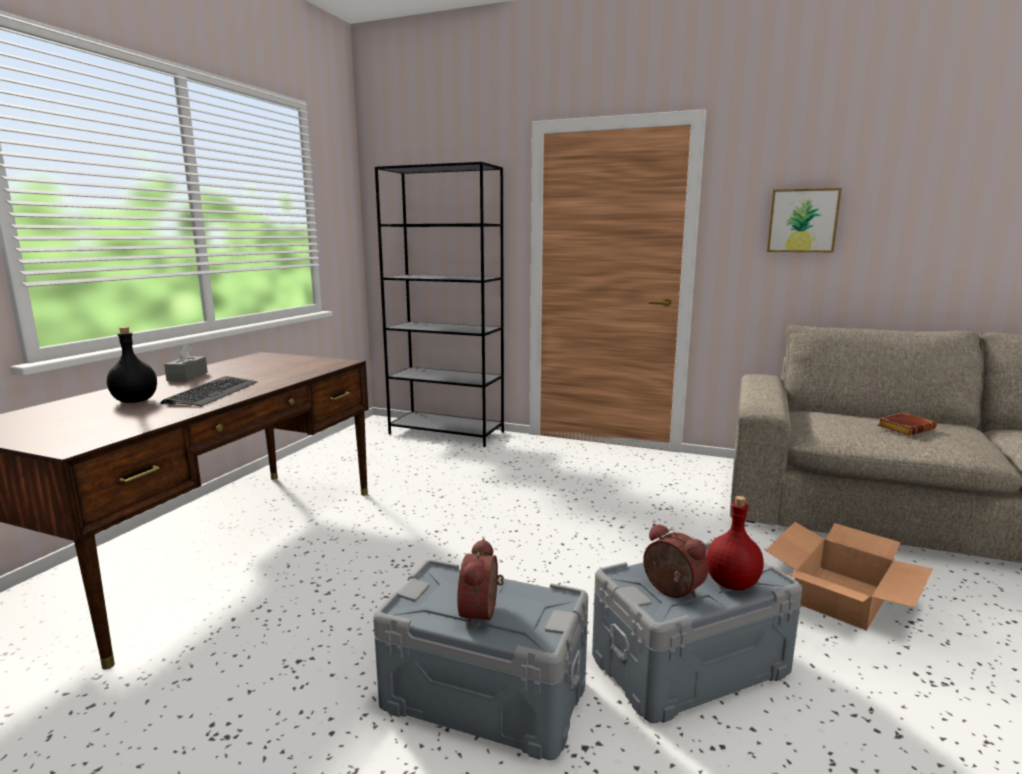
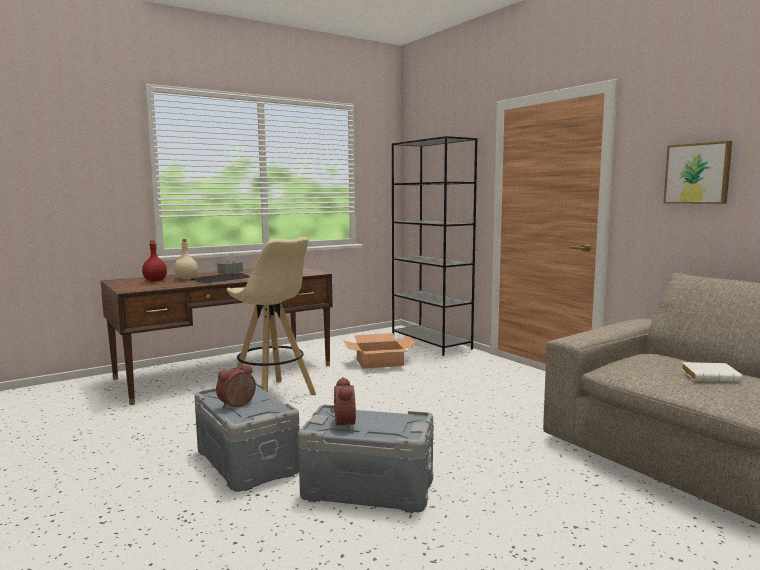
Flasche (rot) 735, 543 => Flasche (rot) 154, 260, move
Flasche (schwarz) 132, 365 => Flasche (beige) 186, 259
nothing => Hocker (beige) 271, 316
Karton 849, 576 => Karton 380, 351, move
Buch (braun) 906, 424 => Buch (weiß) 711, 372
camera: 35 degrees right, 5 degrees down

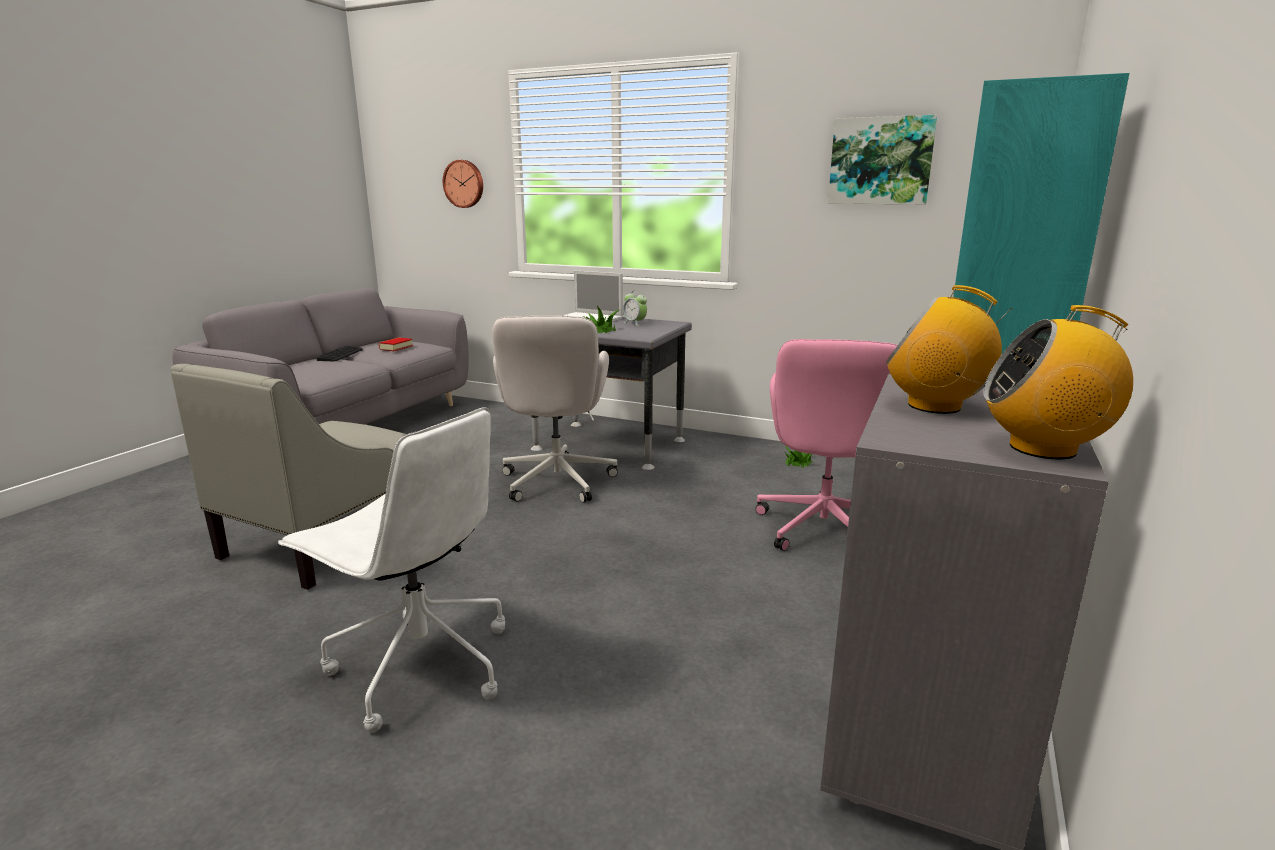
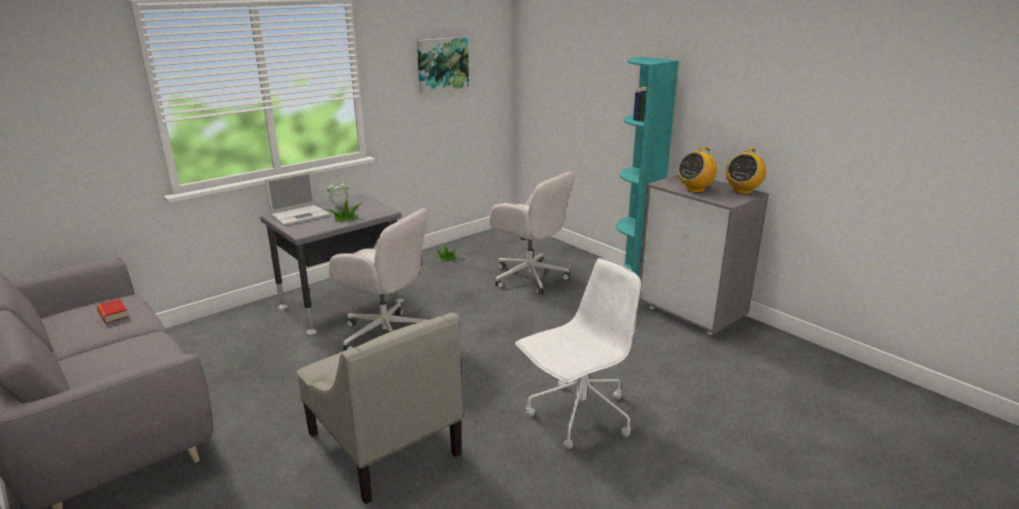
Bürostuhl (rosa) 827, 445 => Bürostuhl (weiß) 532, 233
Tastatur 340, 353 => nothing
Wanduhr 463, 184 => nothing
camera: 65 degrees left, 5 degrees up

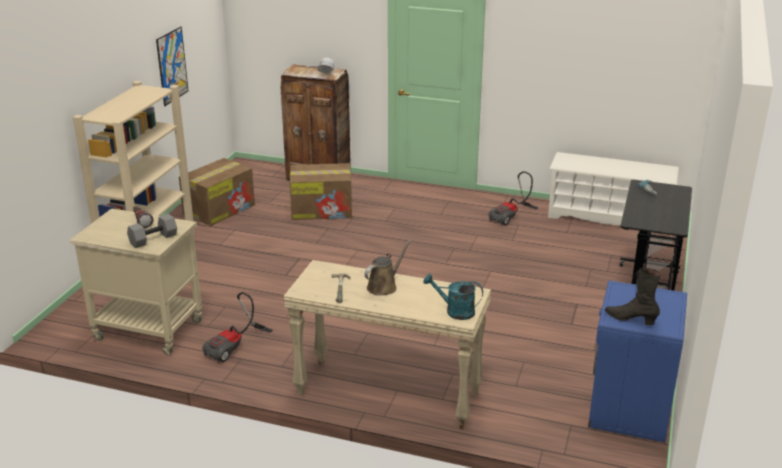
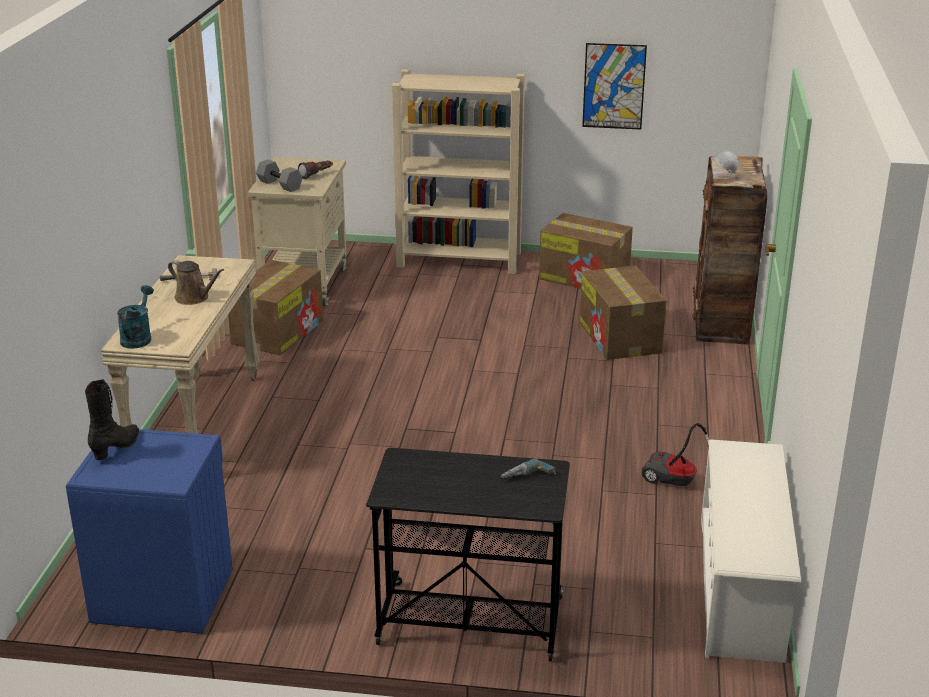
Staubsauger 237, 327 => Karton 275, 307
camera: 80 degrees right, 0 degrees up

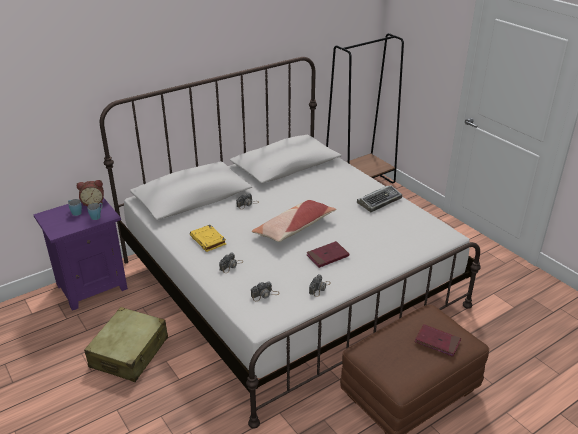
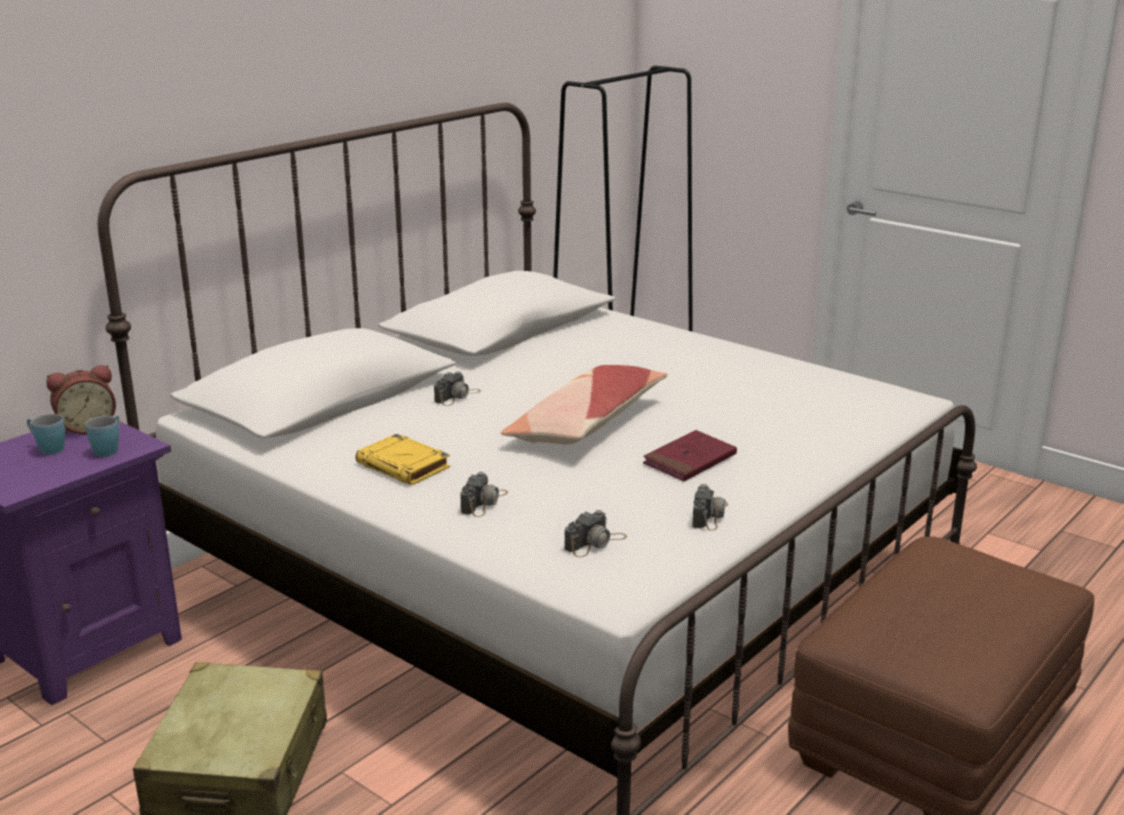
Tastatur 379, 198 => nothing
Buch (rot) 437, 340 => nothing
camera: 15 degrees left, 10 degrees down

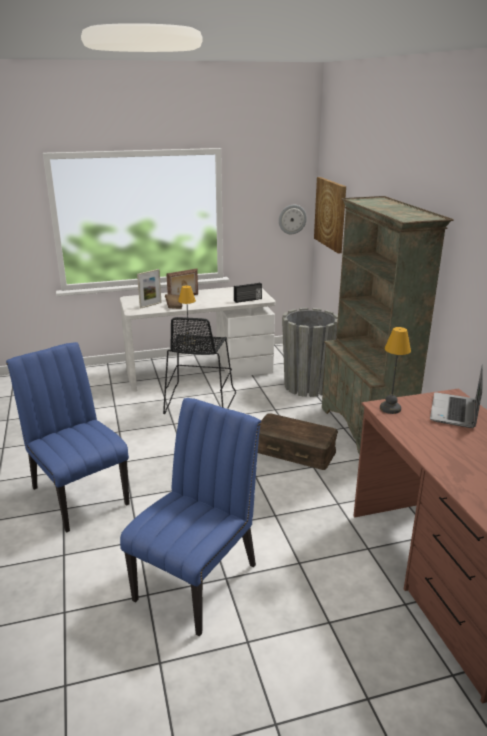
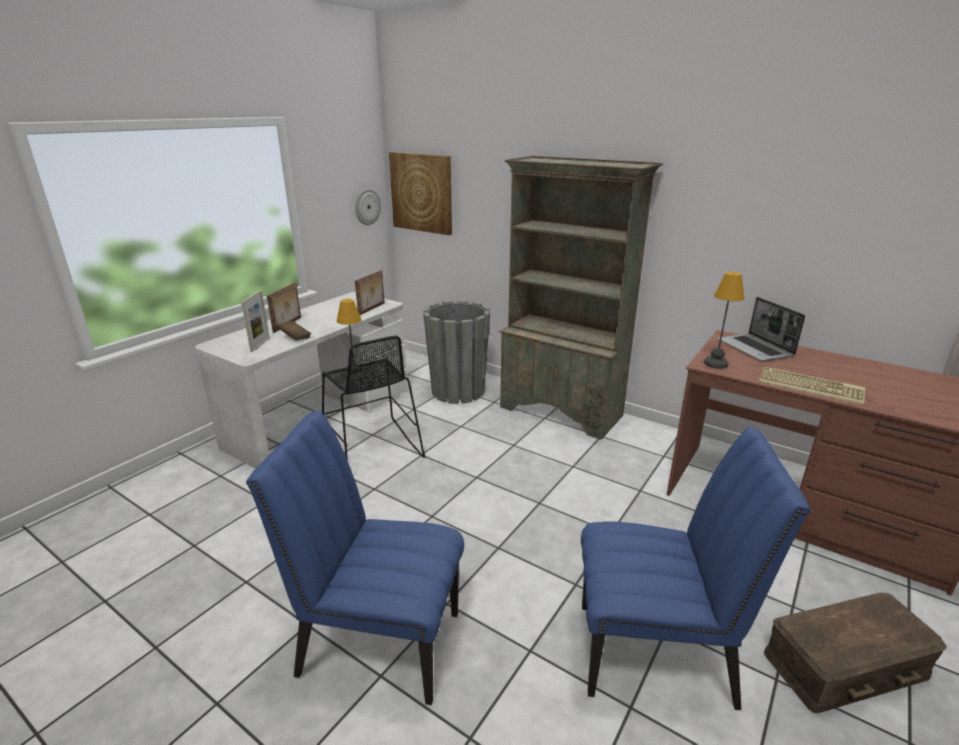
Radio 248, 292 => Bilderrahmen 370, 292
Stuhl (blau) 190, 517 => Stuhl (blau) 696, 568, 105 degrees clockwise
nothing => Tastatur 812, 386
Aufbewahrungsbox (braun) 298, 441 => Aufbewahrungsbox (braun) 855, 653, move
camera: 40 degrees left, 0 degrees up

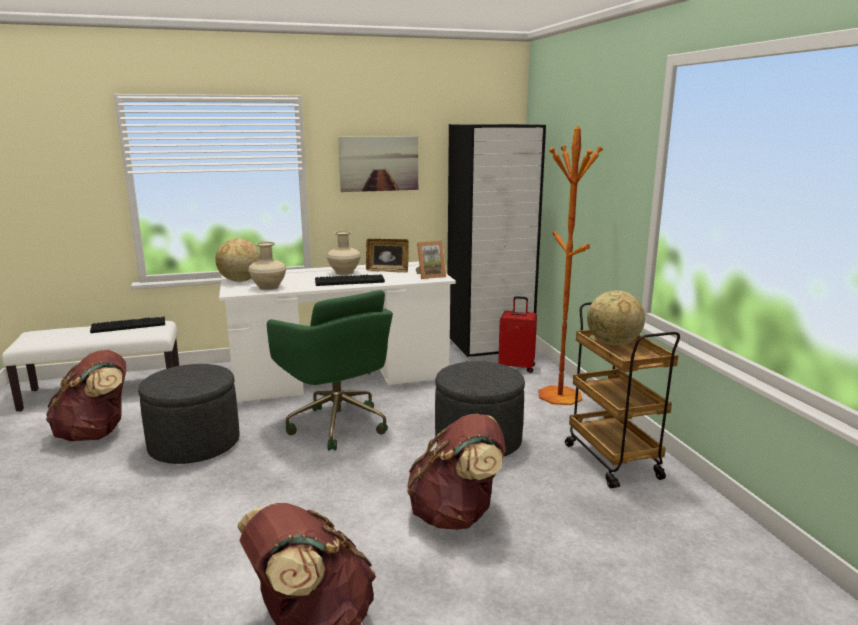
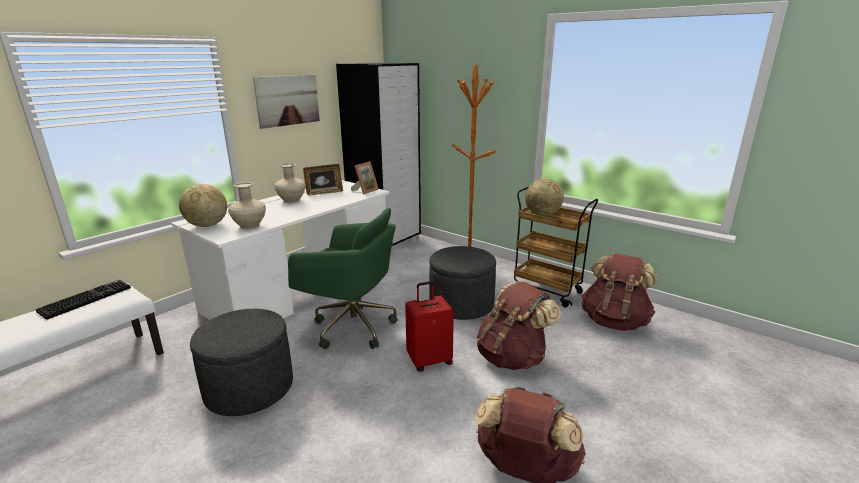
Koffer (rot) 517, 334 => Koffer (rot) 429, 326, move
Rucksack (braun) 86, 395 => Rucksack (braun) 619, 292, move
Tastatur 350, 280 => nothing
camera: 35 degrees left, 5 degrees up

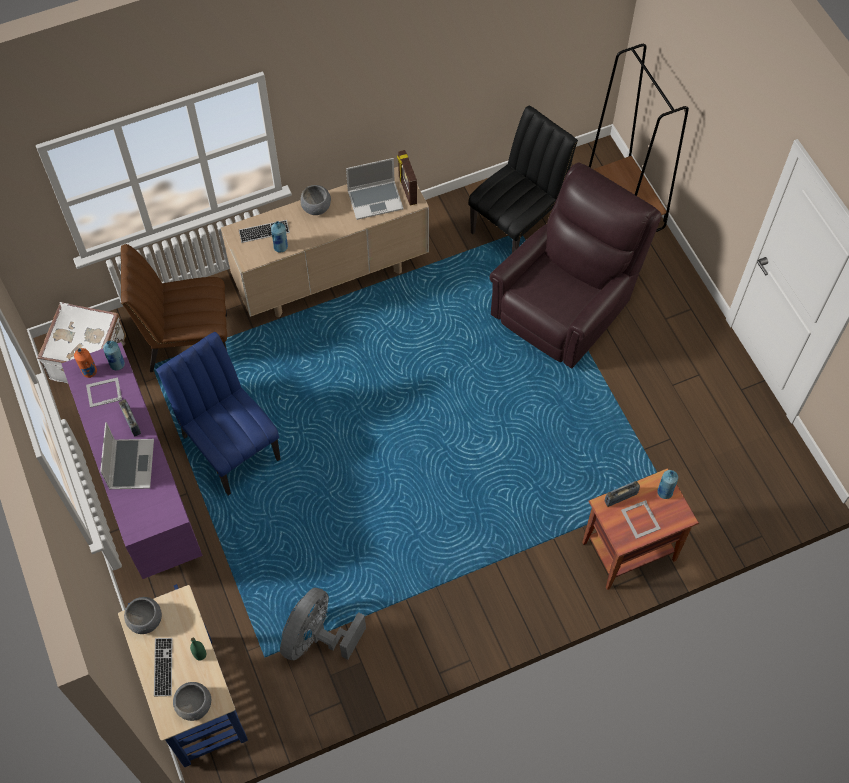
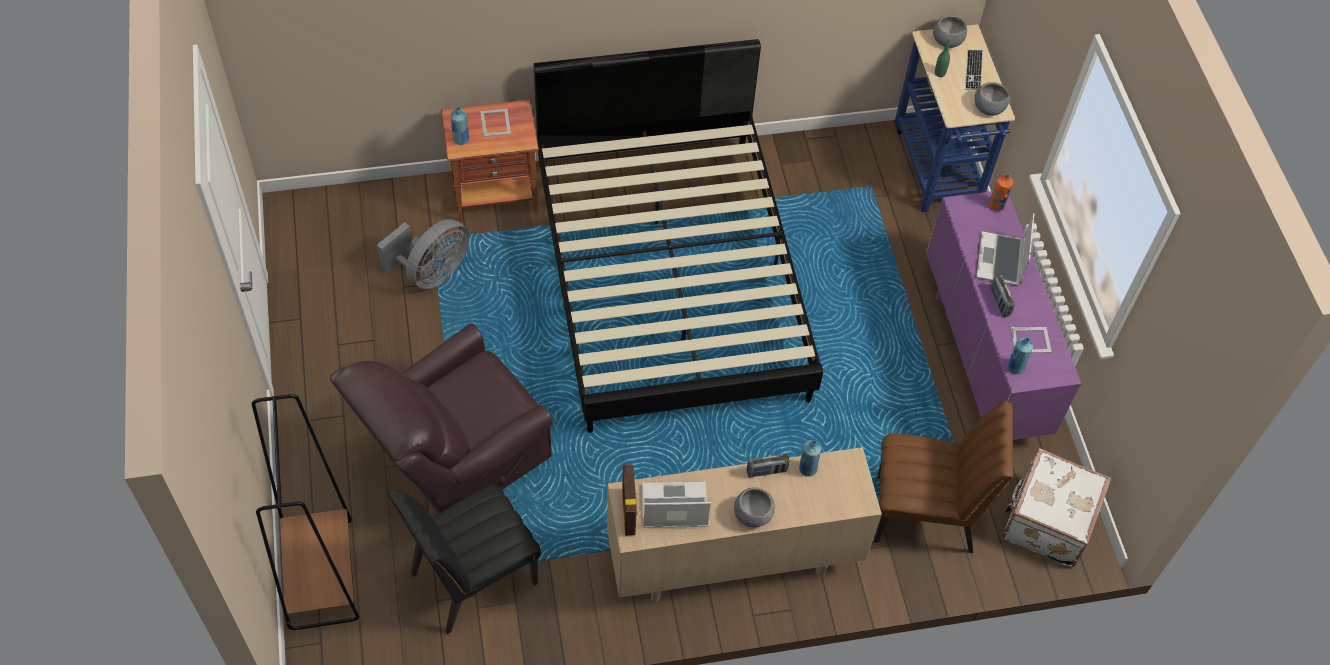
Ventilator (grau) 323, 624 => Ventilator (grau) 423, 254, move
nothing => Bett (schwarz) 678, 236
Radio 622, 494 => Radio 768, 466, move
Flasche (orange) 85, 363 => Flasche (orange) 1001, 192, move
Stuhl (blau) 218, 413 => nothing
Tastatur 264, 231 => nothing
camera: 170 degrees left, 5 degrees down

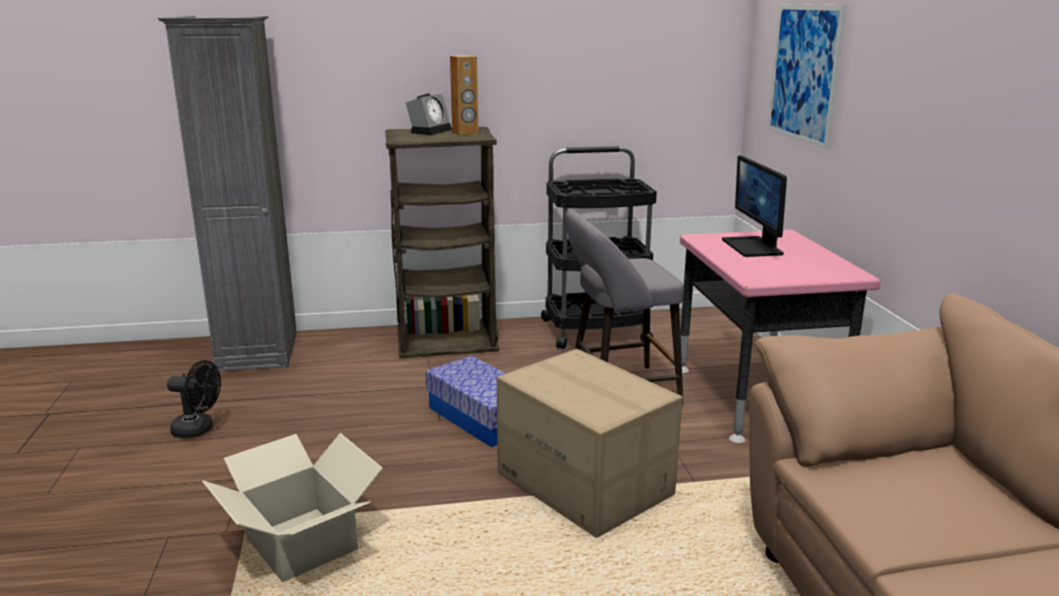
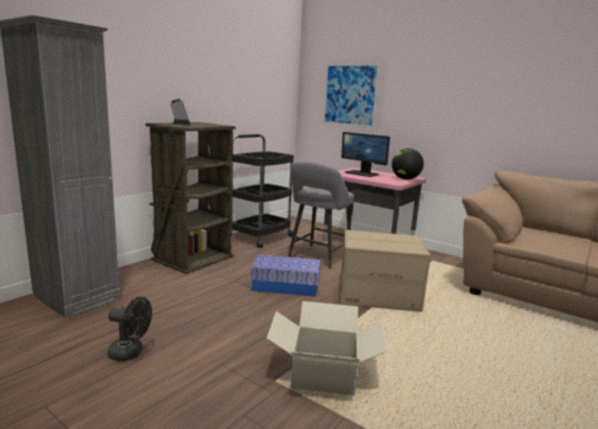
Ventilator (schwarz) 194, 399 => Ventilator (schwarz) 129, 329, 45 degrees clockwise
nothing => Globus 408, 164
Lautsprecher (braun) 464, 95 => nothing
camera: 45 degrees left, 5 degrees down

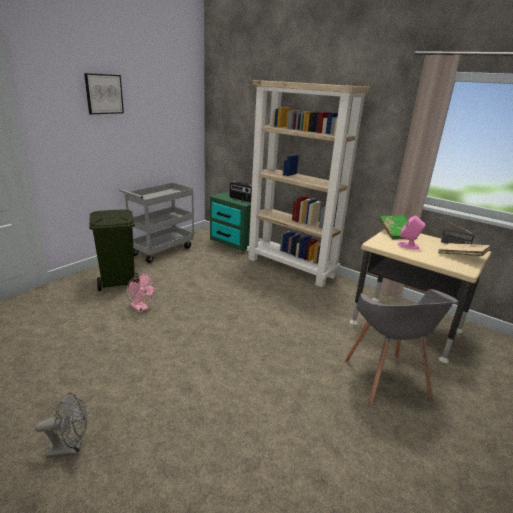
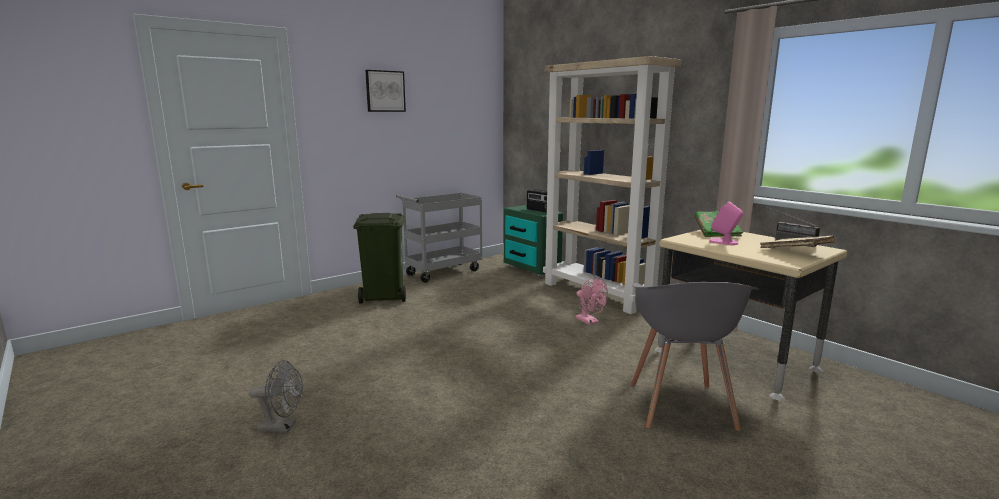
Ventilator (rosa) 141, 293 => Ventilator (rosa) 592, 301, move
camera: 15 degrees right, 10 degrees down

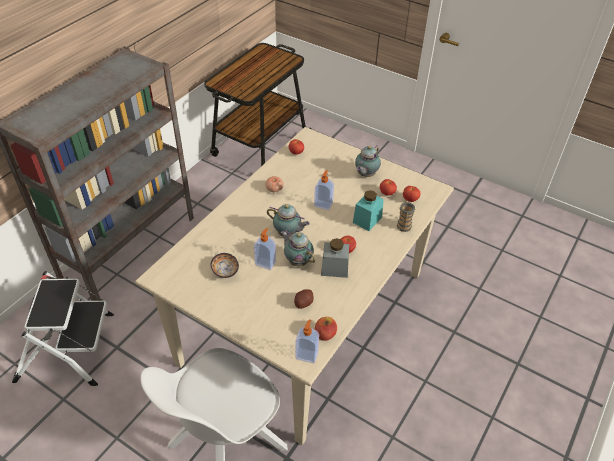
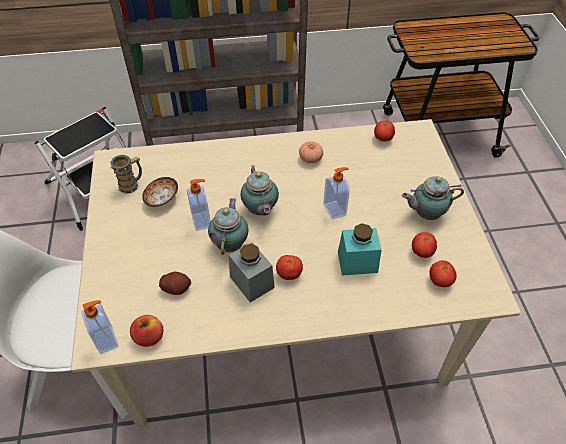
Henkelbecher 406, 216 => Henkelbecher 126, 174, move
camera: 50 degrees right, 5 degrees up

